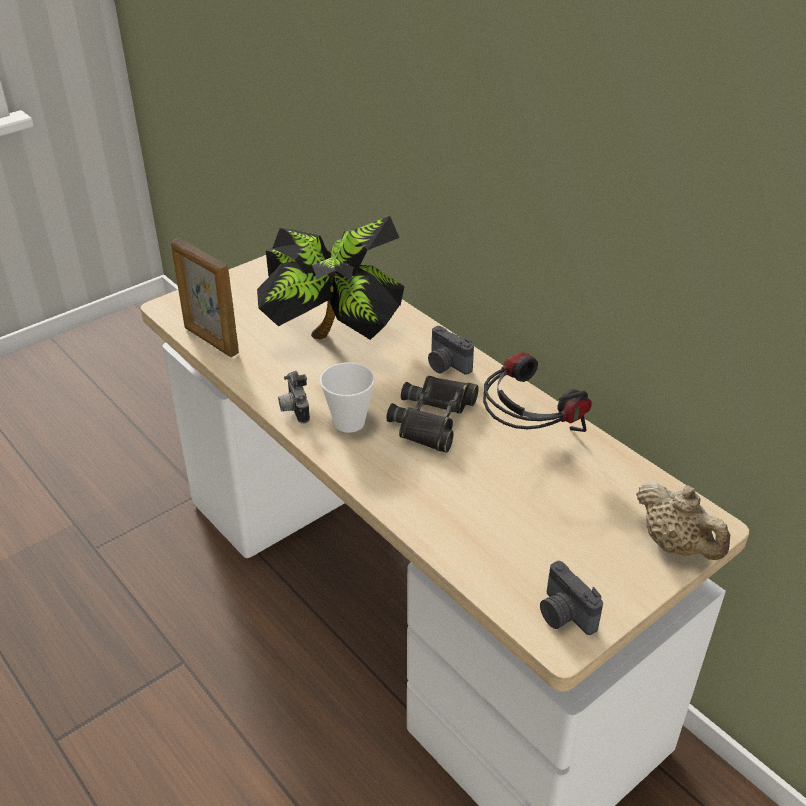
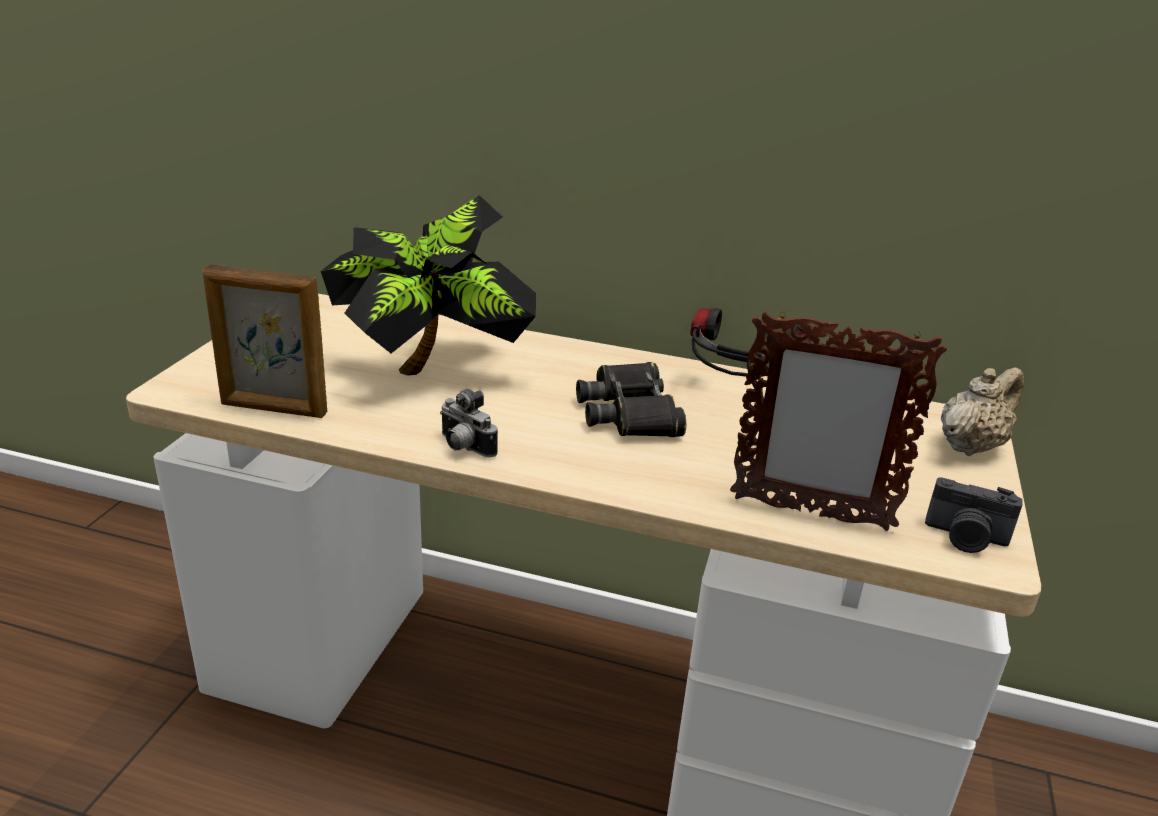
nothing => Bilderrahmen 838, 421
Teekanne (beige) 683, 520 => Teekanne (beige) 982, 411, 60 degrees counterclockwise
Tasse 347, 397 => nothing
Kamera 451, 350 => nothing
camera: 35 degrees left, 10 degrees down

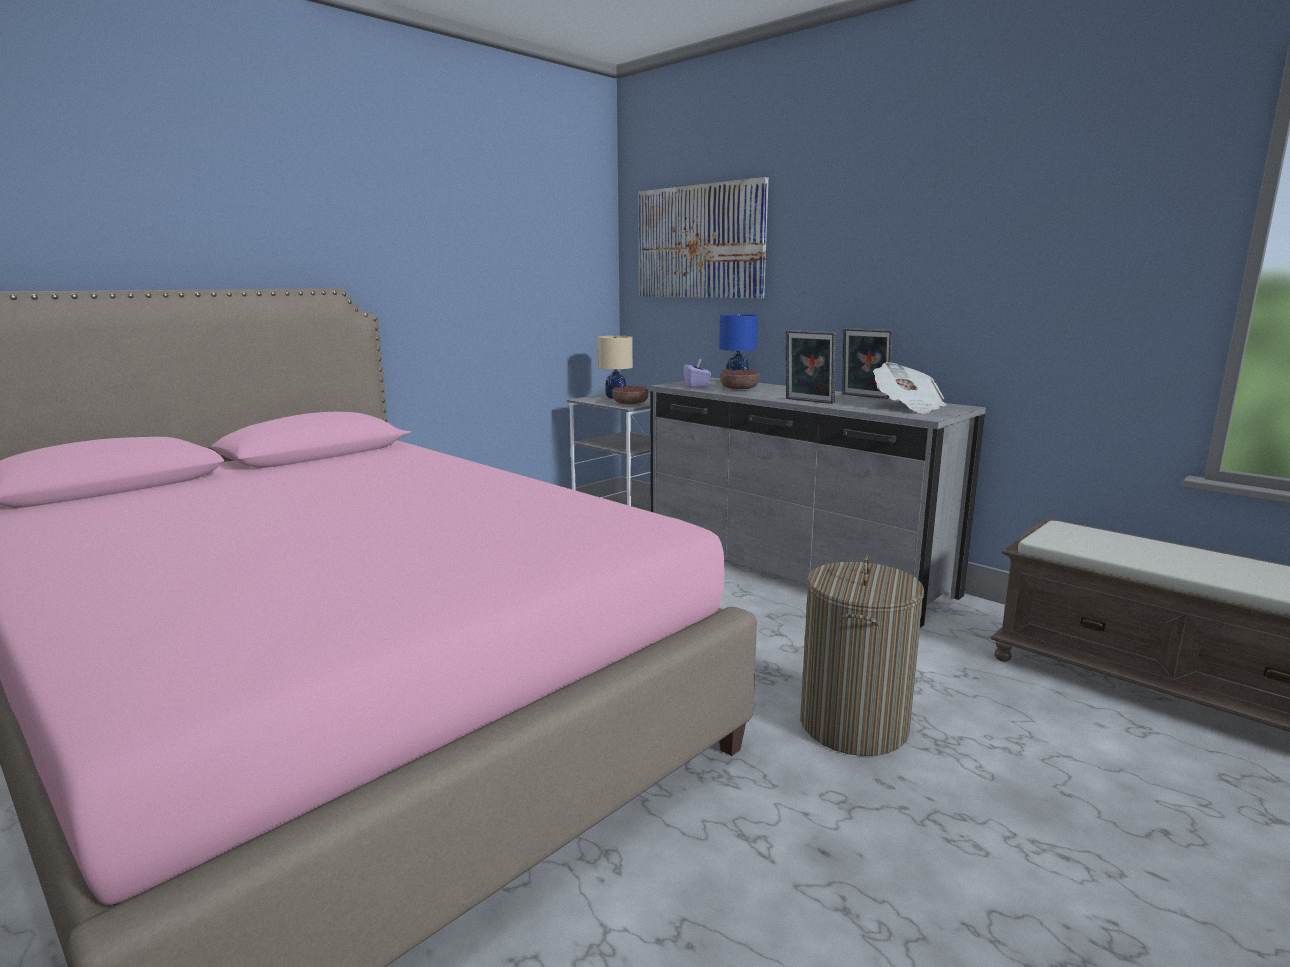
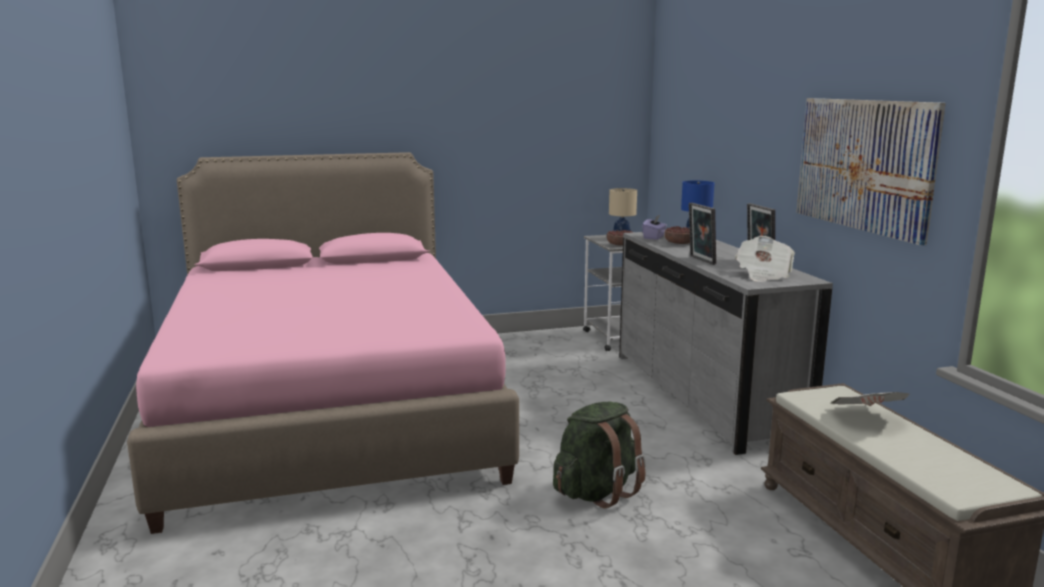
Wäschekorb 862, 655 => Rucksack (grün) 599, 455
Bild 703, 238 => Bild 871, 172, move
nothing => Zeitung 870, 399
camera: 30 degrees right, 0 degrees up

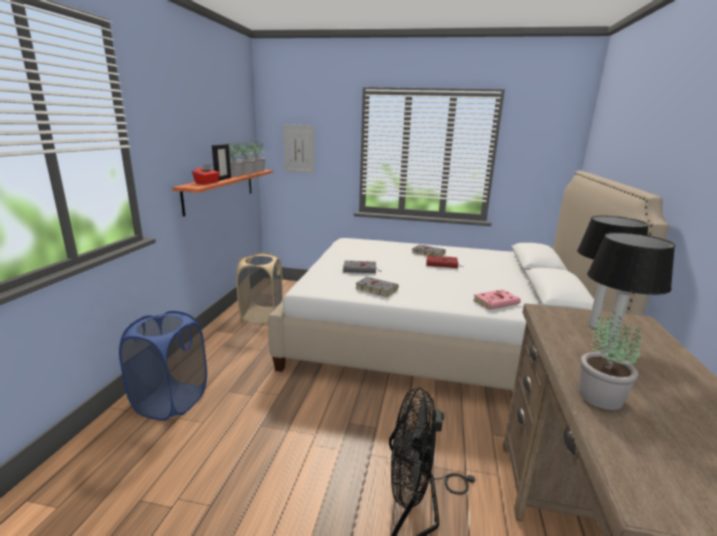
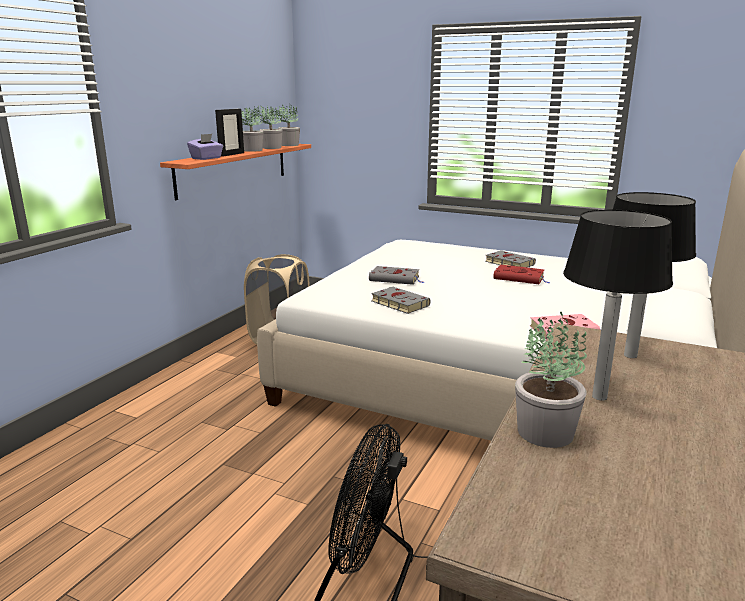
Taschentuchbox (rot) 206, 174 => Taschentuchbox (lila) 205, 147
Wäschekorb (blau) 163, 366 => nothing
Bild 298, 148 => nothing
camera: 15 degrees right, 0 degrees up

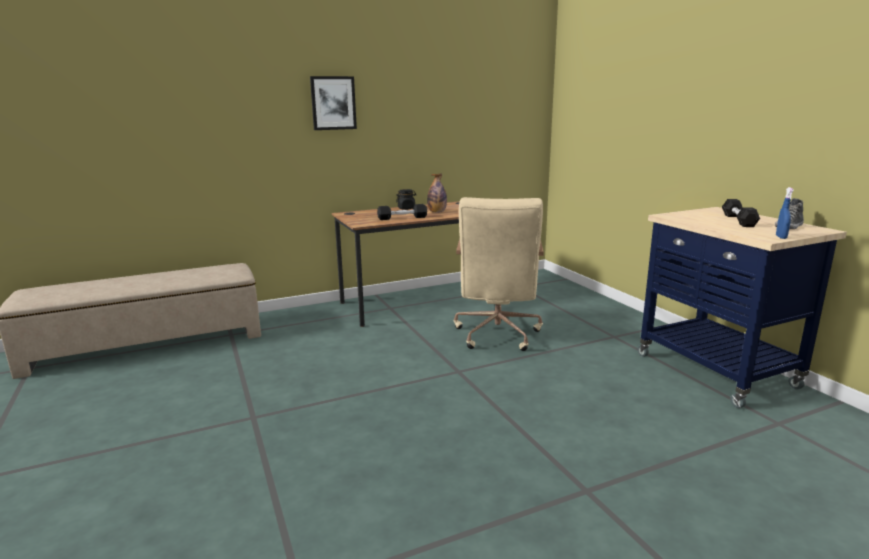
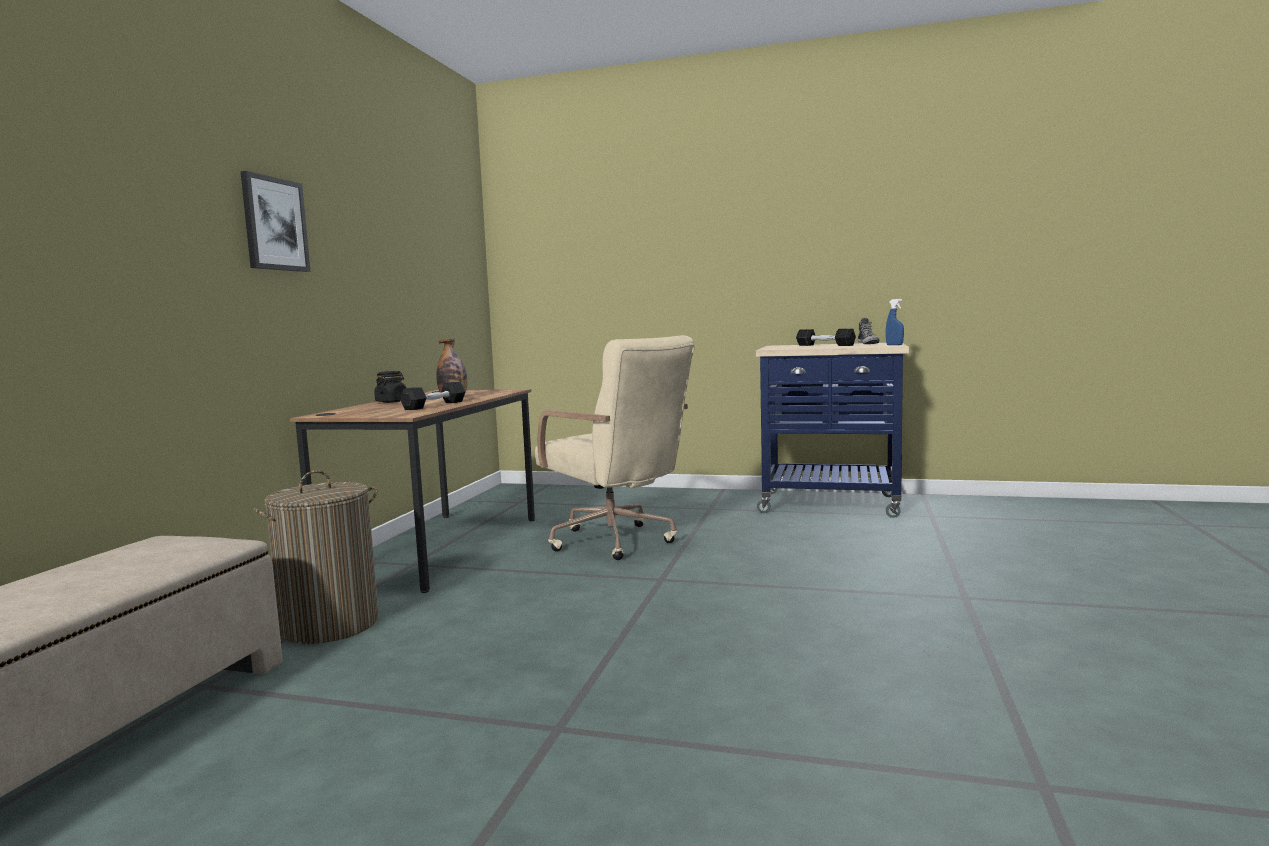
nothing => Wäschekorb 316, 557
camera: 50 degrees left, 10 degrees down

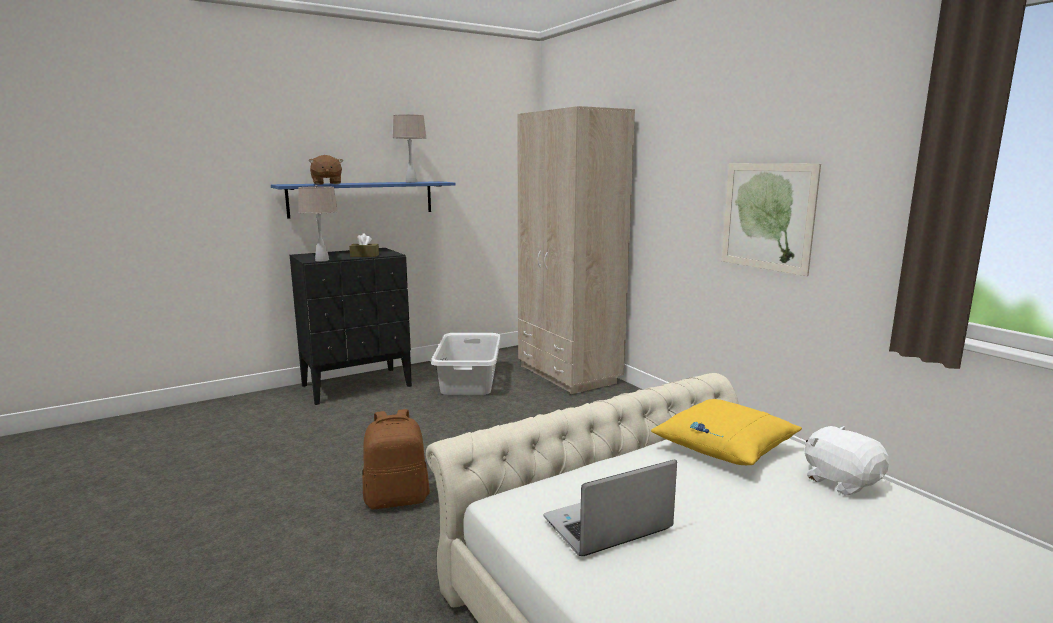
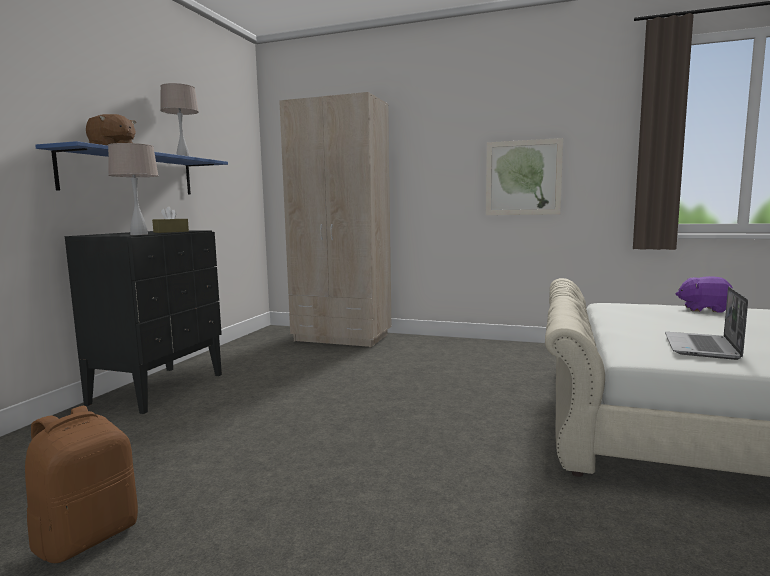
Rucksack (braun) 396, 459 => Rucksack (braun) 81, 484, move
Plüschtier (weiß) 847, 460 => Plüschtier (lila) 704, 294
Wäschekorb (grau) 466, 364 => nothing
Kissen (gelb) 726, 432 => nothing
camera: 40 degrees left, 5 degrees down

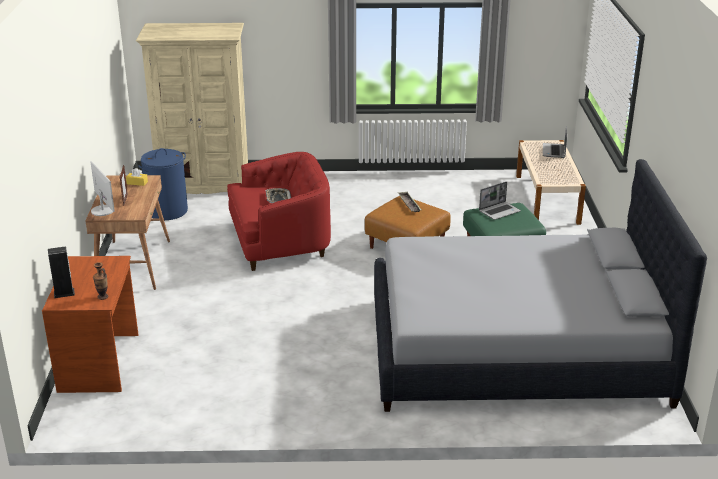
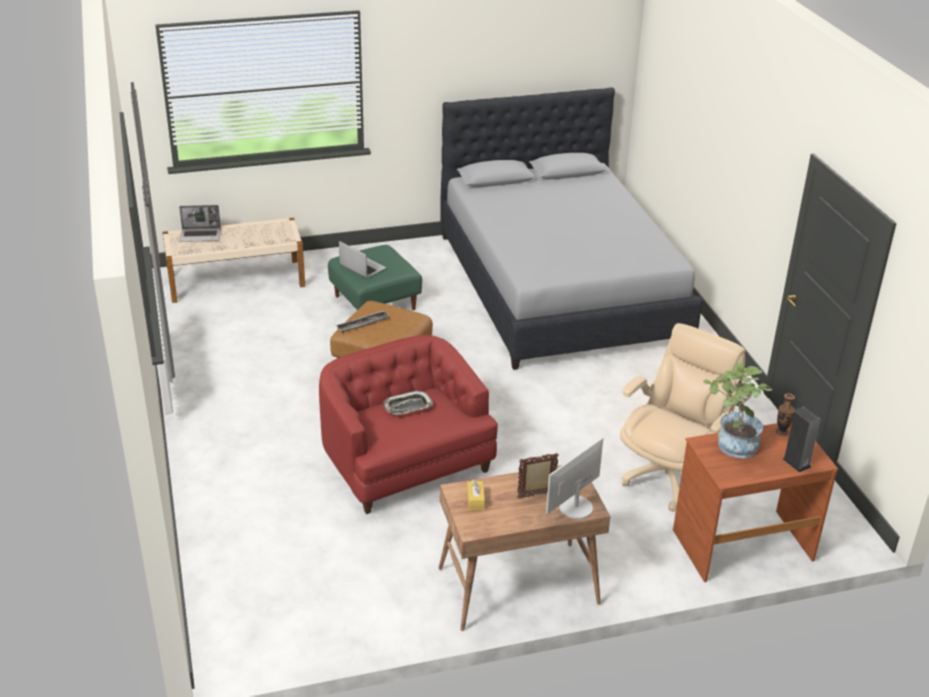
nothing => Bürostuhl (beige) 682, 417
nothing => Topfpflanze 737, 410
Kleiderschrank (beige) 192, 108 => nothing
Wäschekorb (blau) 163, 184 => nothing
camera: 105 degrees left, 5 degrees up

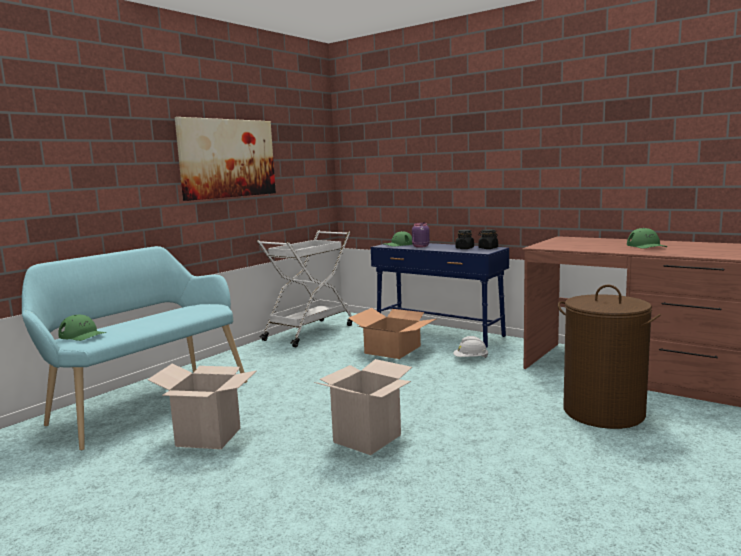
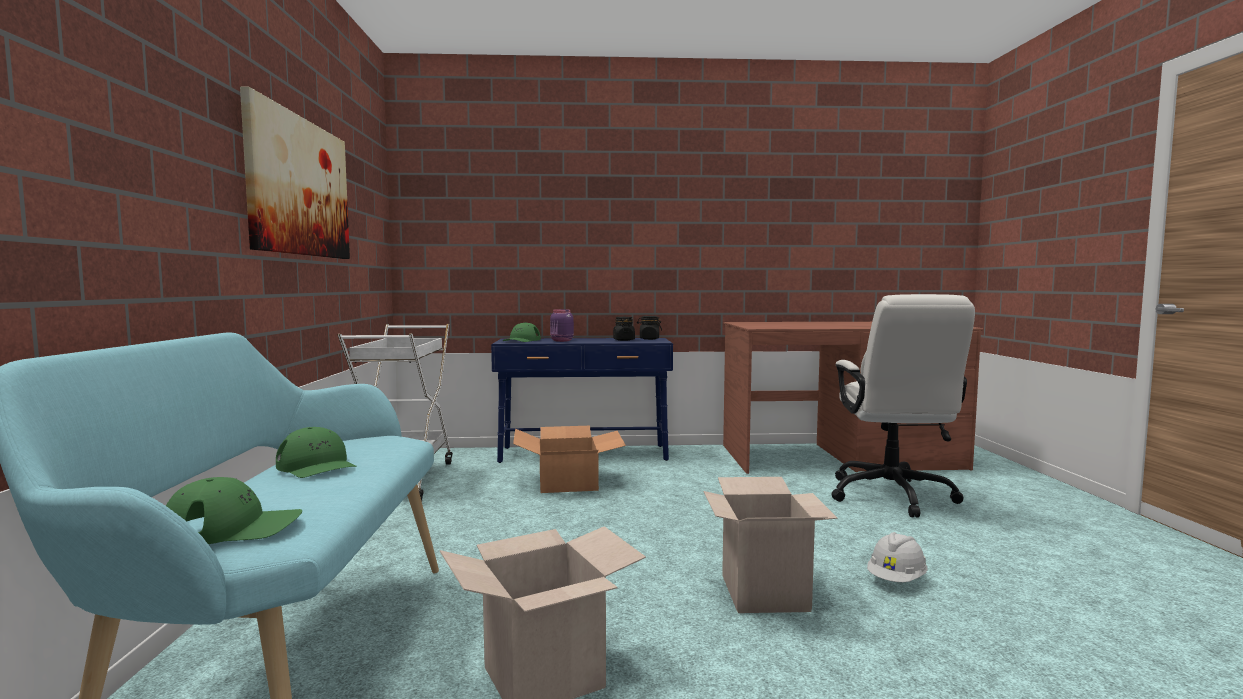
Kappe (grün) 647, 238 => Kappe (grün) 316, 452, move
Wäschekorb (braun) 609, 357 => Bürostuhl (weiß) 903, 406
Schutzhelm (weiß) 470, 347 => Schutzhelm (weiß) 897, 557, move
camera: 40 degrees left, 5 degrees down

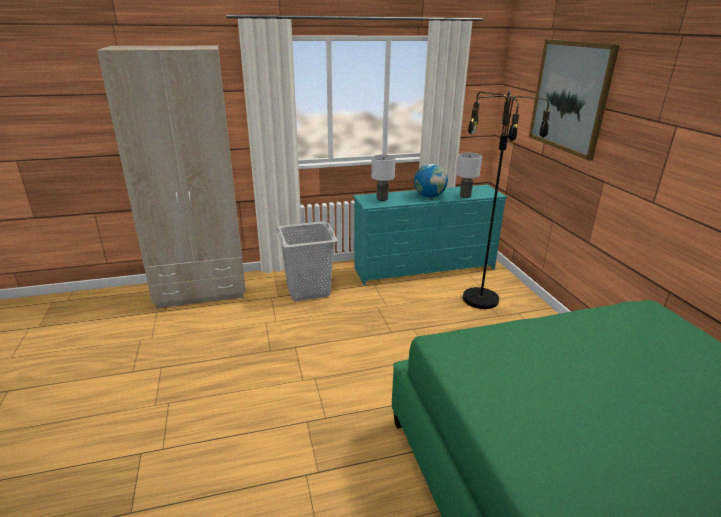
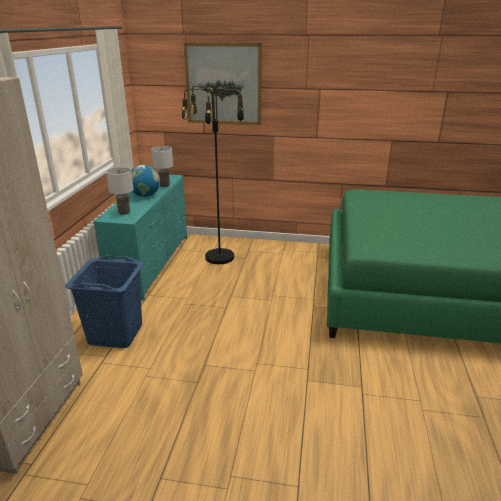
Wäschekorb (grau) 306, 261 => Wäschekorb (blau) 104, 301
camera: 65 degrees left, 0 degrees up

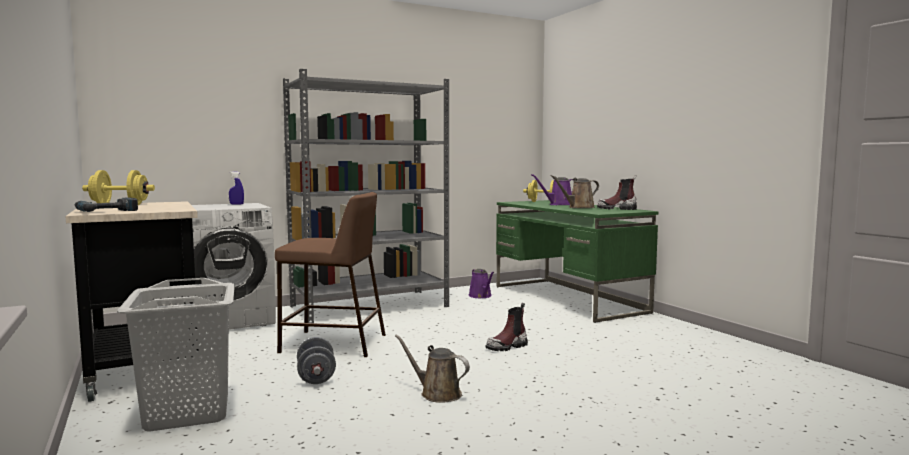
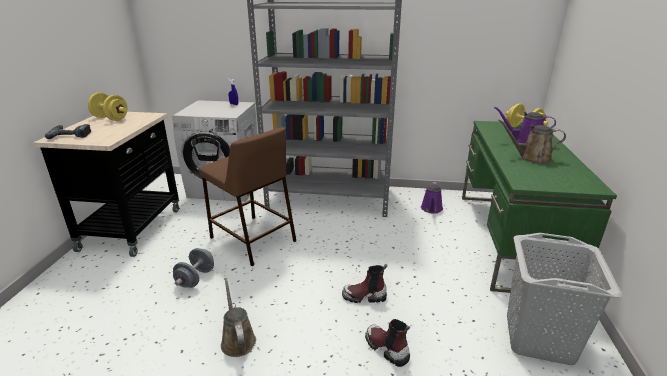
Stiefel 617, 192 => Stiefel 387, 343, move
Wäschekorb (grau) 176, 354 => Wäschekorb (grau) 564, 299, move
camera: 35 degrees right, 20 degrees up

